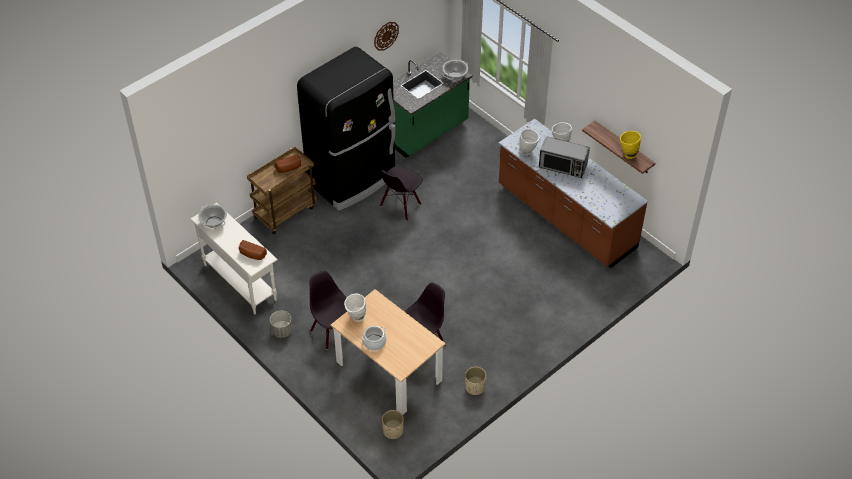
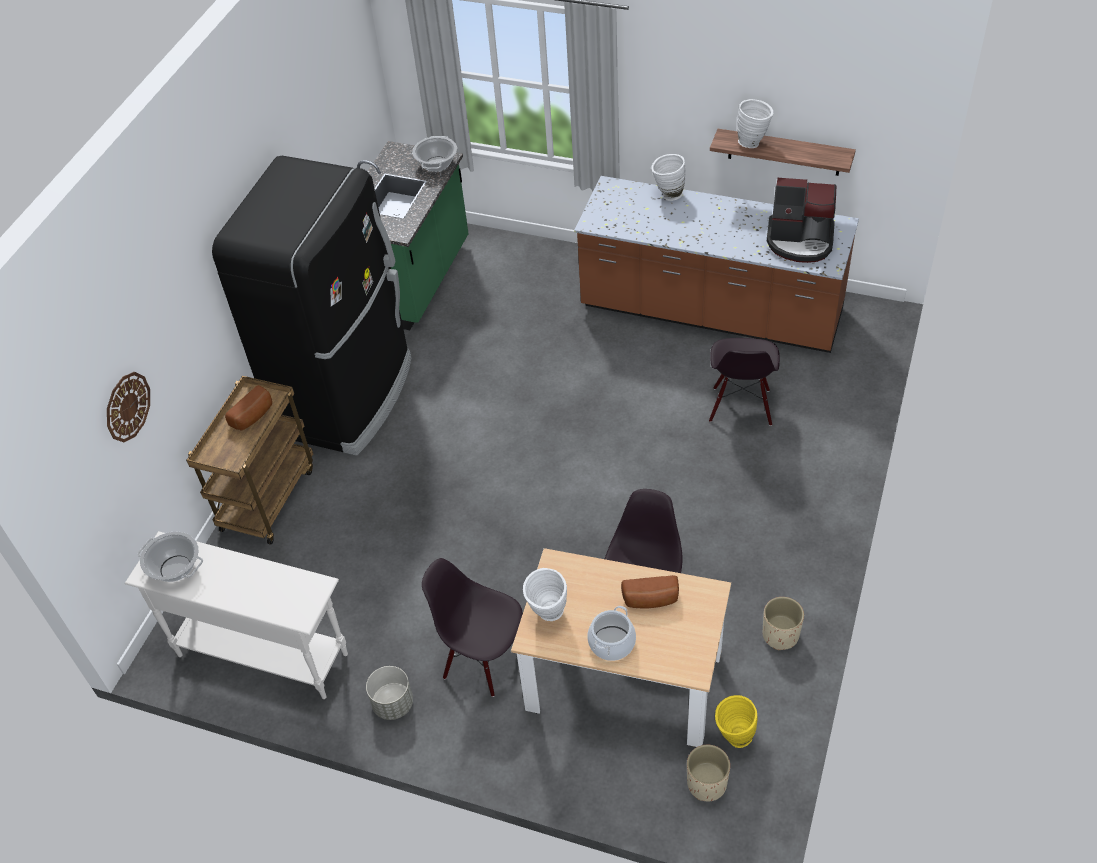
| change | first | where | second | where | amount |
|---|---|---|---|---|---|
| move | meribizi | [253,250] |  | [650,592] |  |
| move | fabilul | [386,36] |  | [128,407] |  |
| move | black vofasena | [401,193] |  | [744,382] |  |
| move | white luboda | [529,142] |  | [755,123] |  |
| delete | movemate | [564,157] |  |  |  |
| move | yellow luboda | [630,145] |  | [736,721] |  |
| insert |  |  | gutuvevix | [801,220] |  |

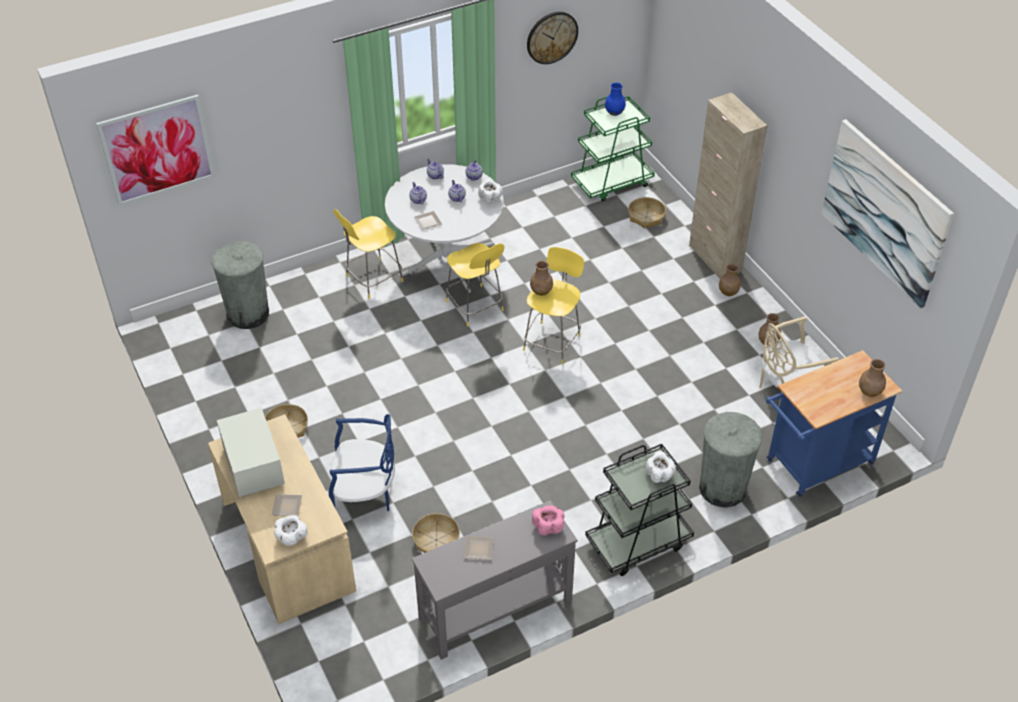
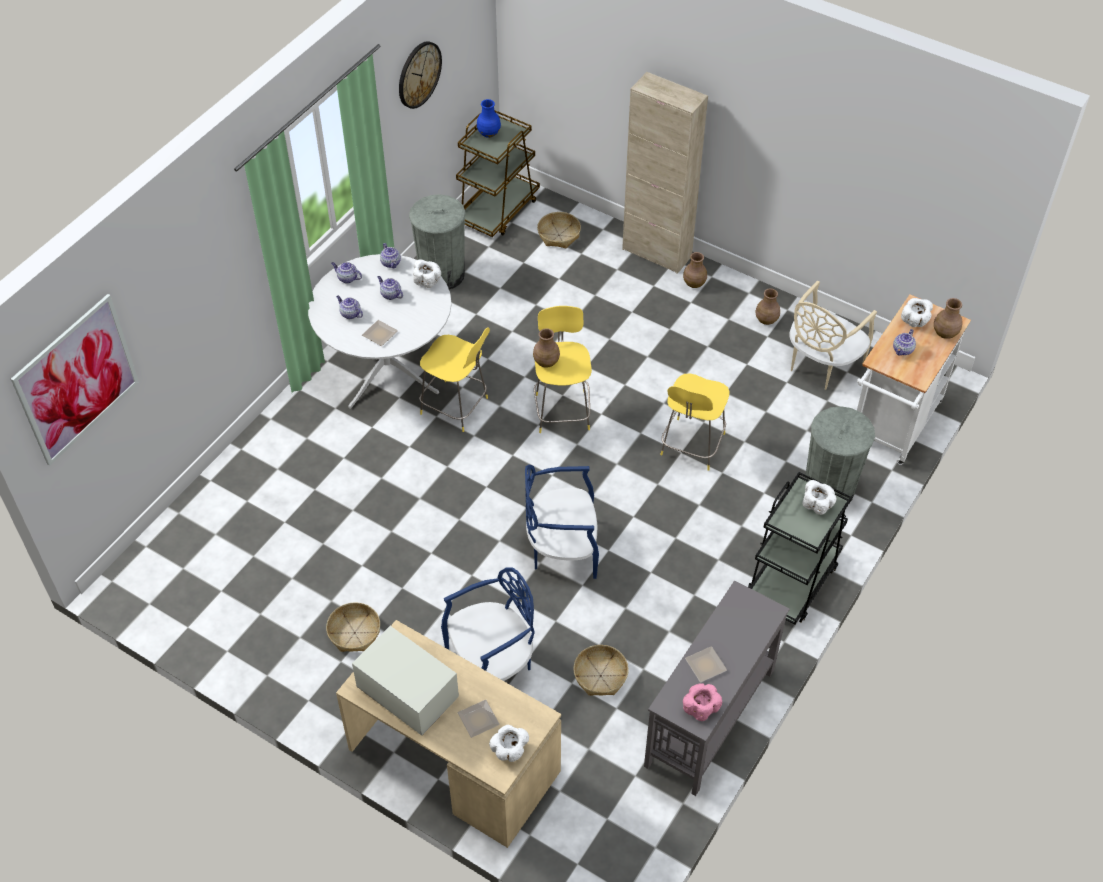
| change | first | where | second | where | amount |
|---|---|---|---|---|---|
| move | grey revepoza | [240,285] |  | [437,242] |  |
| move | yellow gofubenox | [368,254] |  | [695,422] |  |
| move | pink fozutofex | [548,520] |  | [702,702] |  |
| recolor | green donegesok | [613,148] | brown donegesok | [498,173] |  |
| recolor | blue donegesok | [834,423] | white donegesok | [914,380] |  |
| delete | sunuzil | [887,214] |  |  |  |
| insert |  |  | blue vofasena | [562,522] |  |
| insert |  |  | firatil | [904,342] |  |
| insert |  |  | white fozutofex | [917,312] |  |

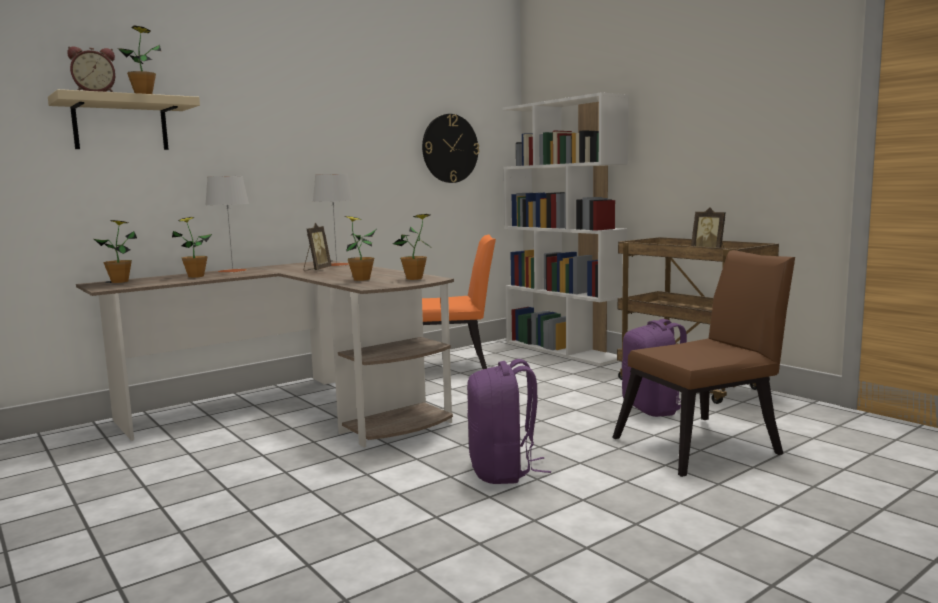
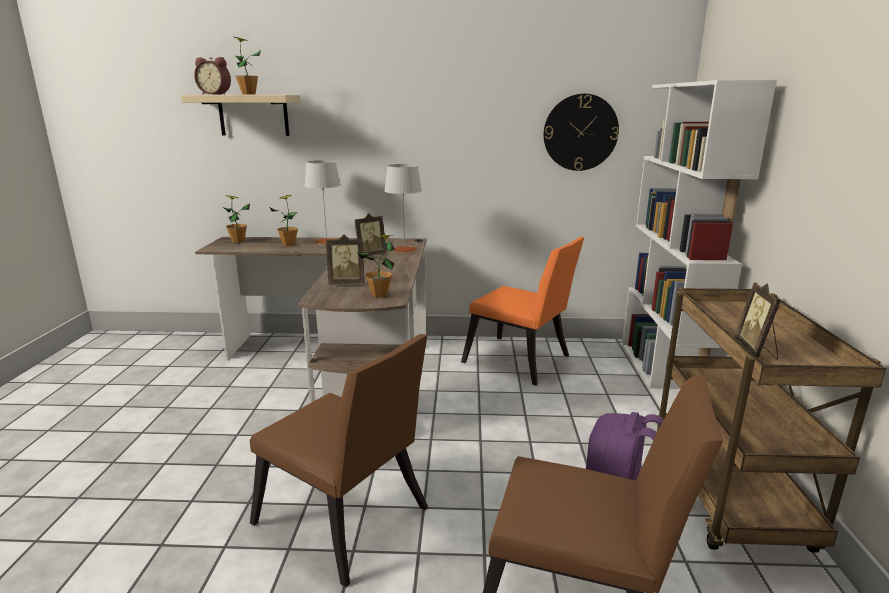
| change | first | where | second | where | amount |
|---|---|---|---|---|---|
| replace | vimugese | [360,248] | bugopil | [345,259] |  |
| replace | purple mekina | [509,421] | brown vofasena | [339,460] |  |

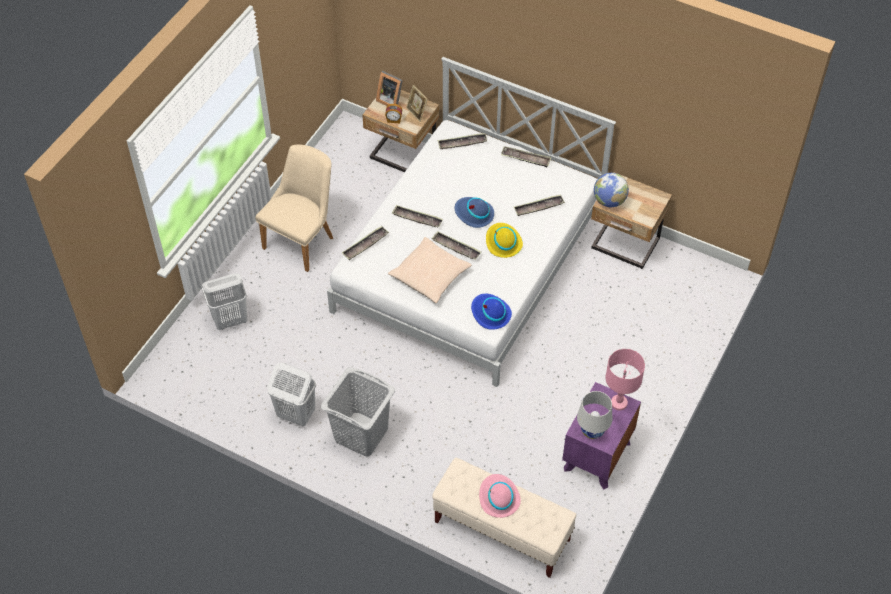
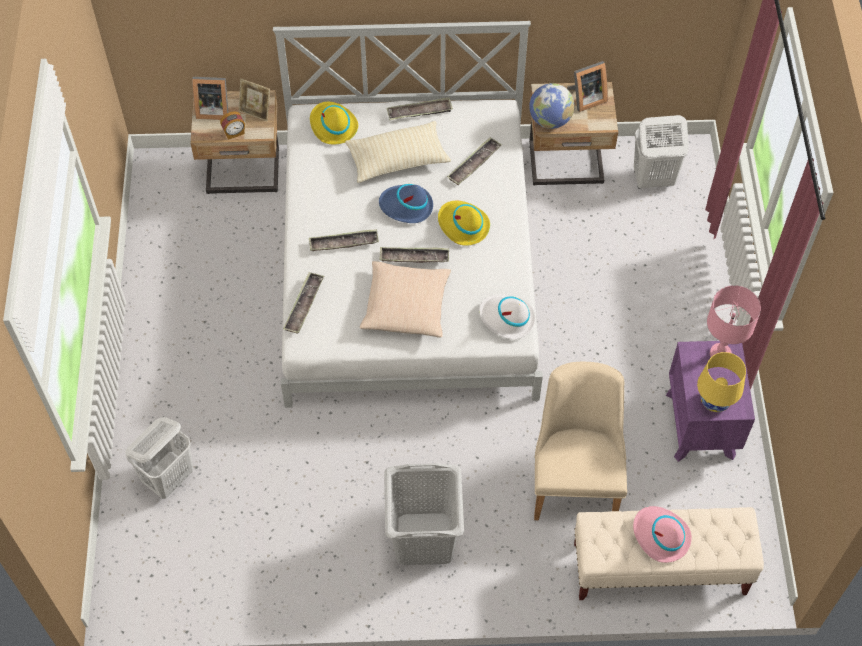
| change | first | where | second | where | amount |
|---|---|---|---|---|---|
| move | beige vofasena | [294,208] |  | [580,441] |  |
| move | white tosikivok | [291,395] |  | [661,152] |  |
| replace | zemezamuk | [462,141] | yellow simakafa | [334,123] |  |
| recolor | blue simakafa | [491,312] | white simakafa | [507,316] |  |
| recolor | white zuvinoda | [594,415] | yellow zuvinoda | [721,382] |  |
| insert |  |  | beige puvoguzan | [398,152] |  |
| insert |  |  | bugopil | [587,86] |  |

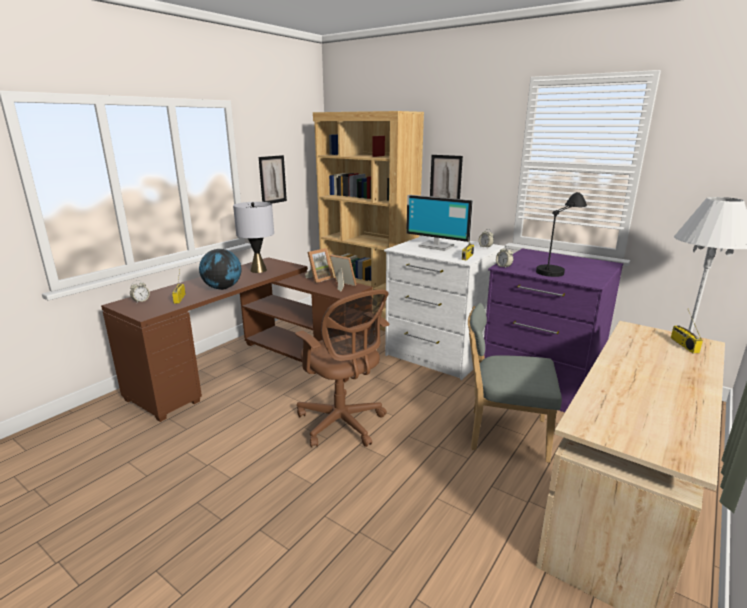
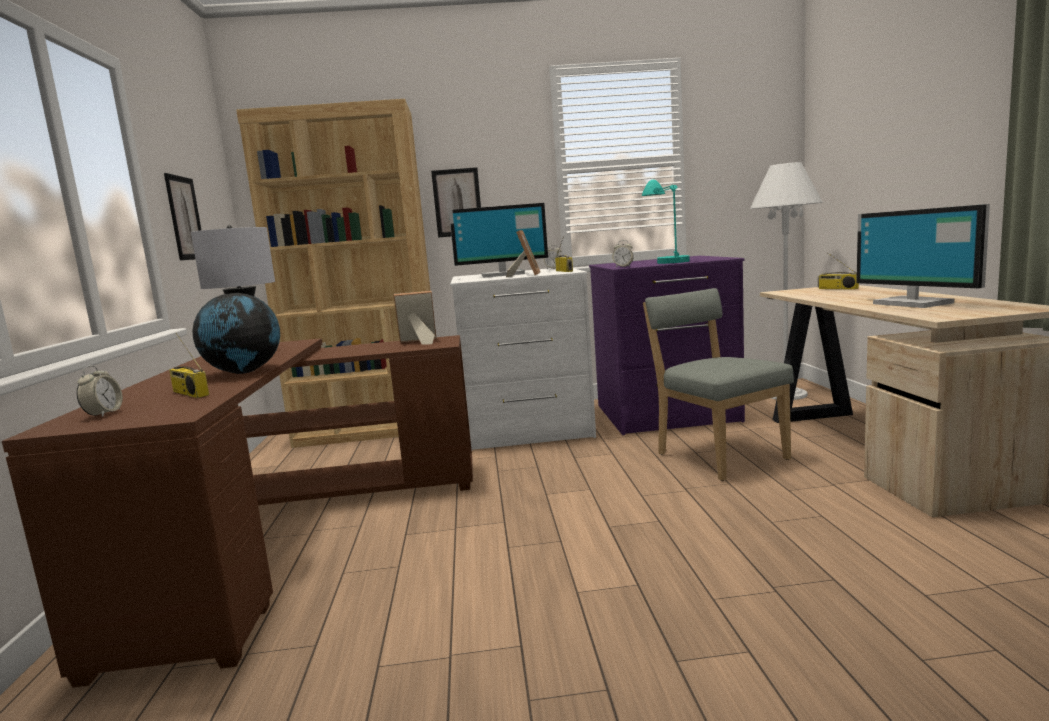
| change | first | where | second | where | amount |
|---|---|---|---|---|---|
| delete | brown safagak | [342,368] |  |  |  |
| move | bugopil | [319,265] |  | [523,253] |  |
| rotate | grey vofasena | [515,383] |  | [718,384] | 90 degrees clockwise |
| recolor | black zuvinoda | [561,234] | turquoise zuvinoda | [666,222] |  |
| insert |  |  | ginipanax | [923,256] |  |

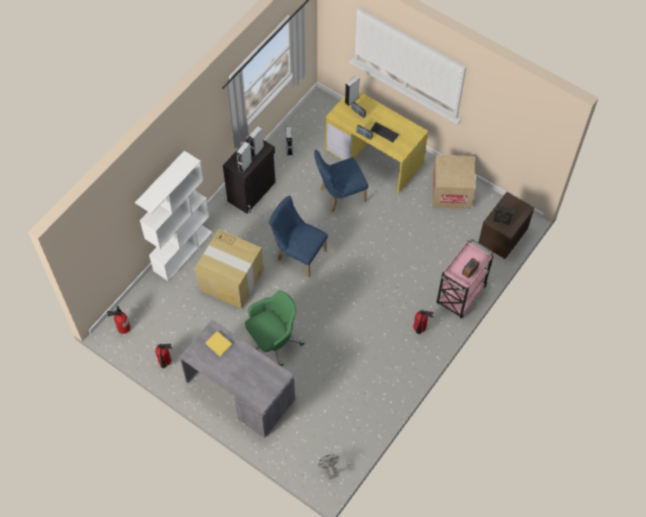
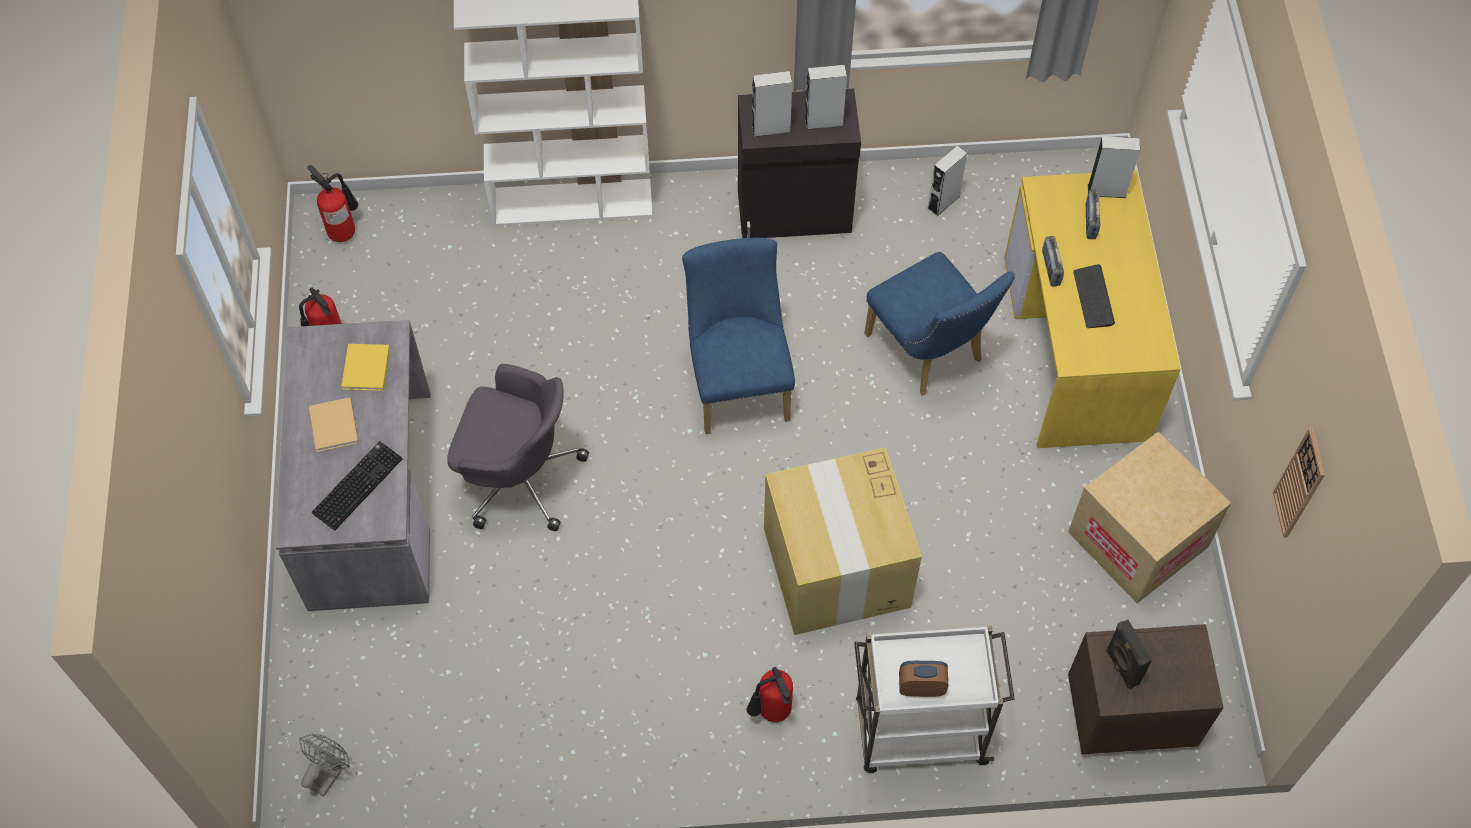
| change | first | where | second | where | amount |
|---|---|---|---|---|---|
| move | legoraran | [229,269] |  | [843,541] |  |
| recolor | green safagak | [274,328] | grey safagak | [518,447] |  |
| rotate | blue vofasena | [341,181] |  | [939,324] | 150 degrees counterclockwise |
| recolor | pink donegesok | [465,279] | white donegesok | [934,699] |  |
| insert |  |  | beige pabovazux | [334,424] |  |
| insert |  |  | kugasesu | [357,485] |  |
| insert |  |  | fabilul | [1299,483] |  |

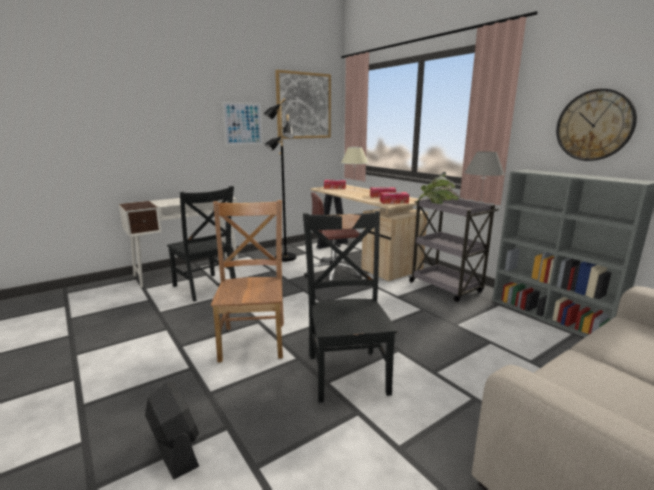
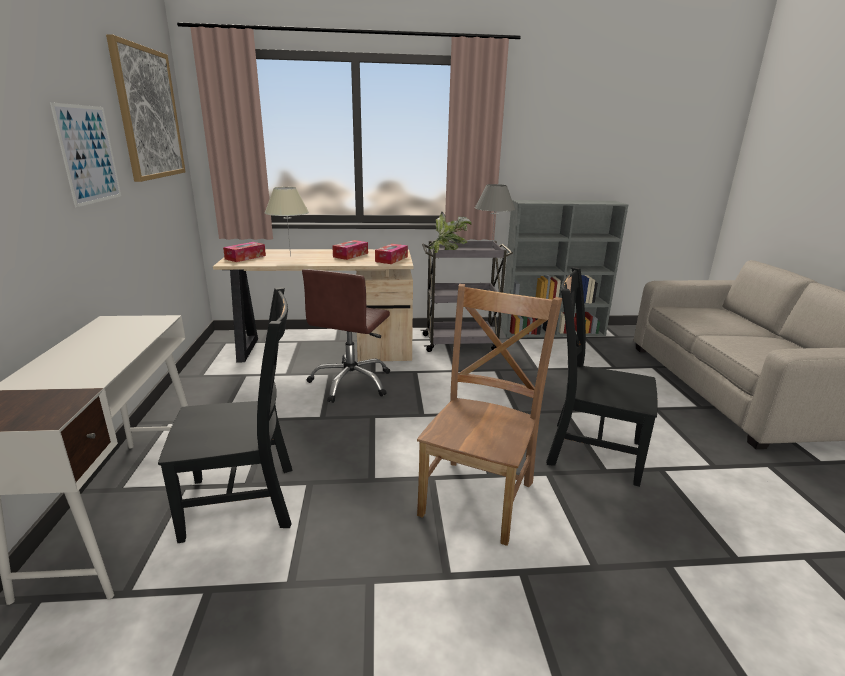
| change | first | where | second | where | amount |
|---|---|---|---|---|---|
| delete | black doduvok | [172,430] |  |  |  |
| rotate | brown vofasena | [247,281] |  | [489,415] | 90 degrees clockwise |
| delete | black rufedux | [279,180] |  |  |  |
| delete | fabilul | [596,125] |  |  |  |

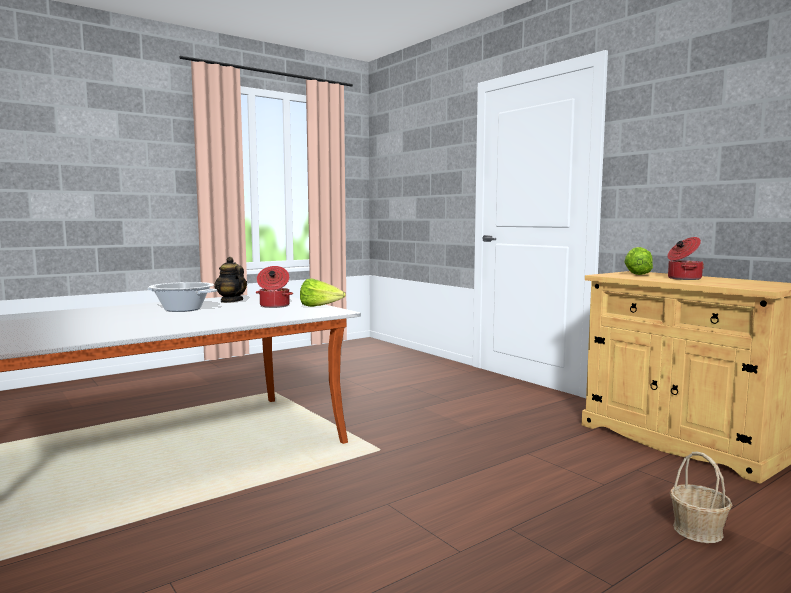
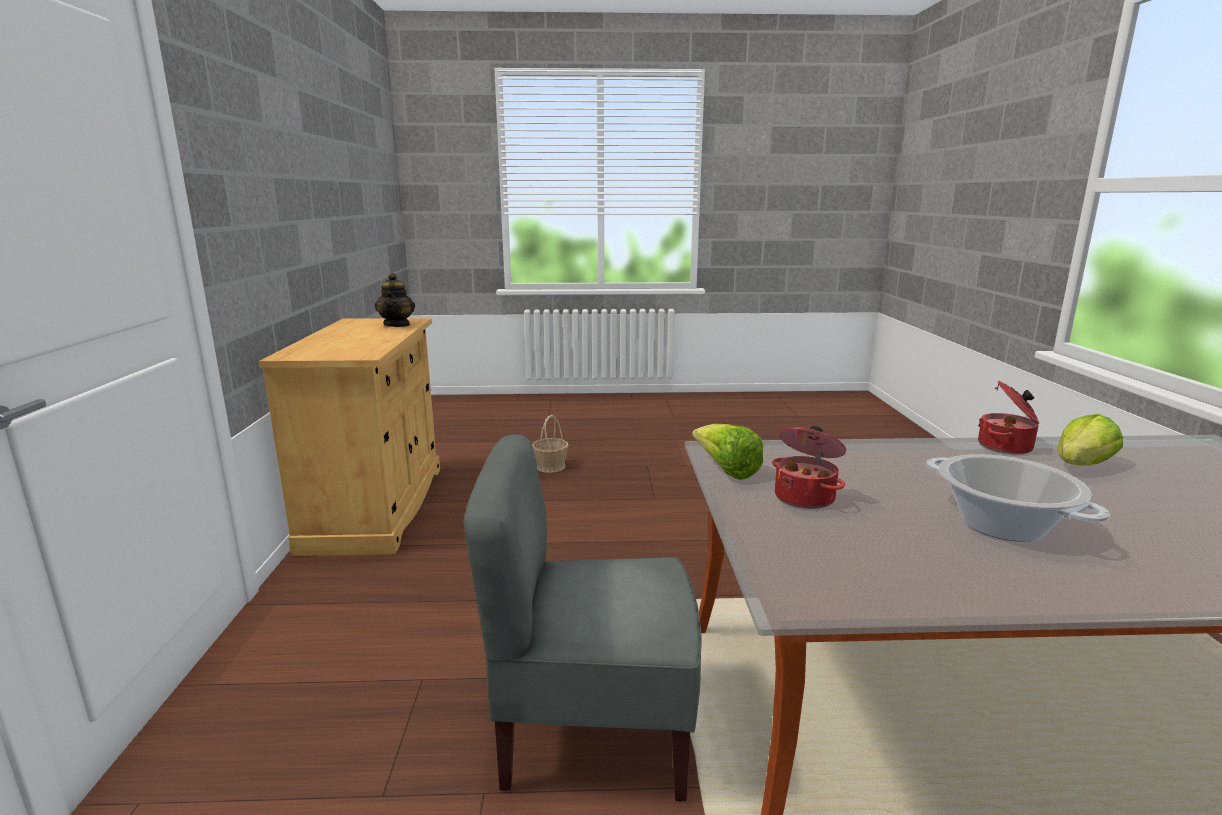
| change | first | where | second | where | amount |
|---|---|---|---|---|---|
| move | firatil | [230,280] |  | [395,300] |  |
| move | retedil | [638,261] |  | [1090,440] |  |
| move | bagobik | [685,258] |  | [1008,417] |  |
| insert |  |  | grey vofasena | [582,618] |  |

